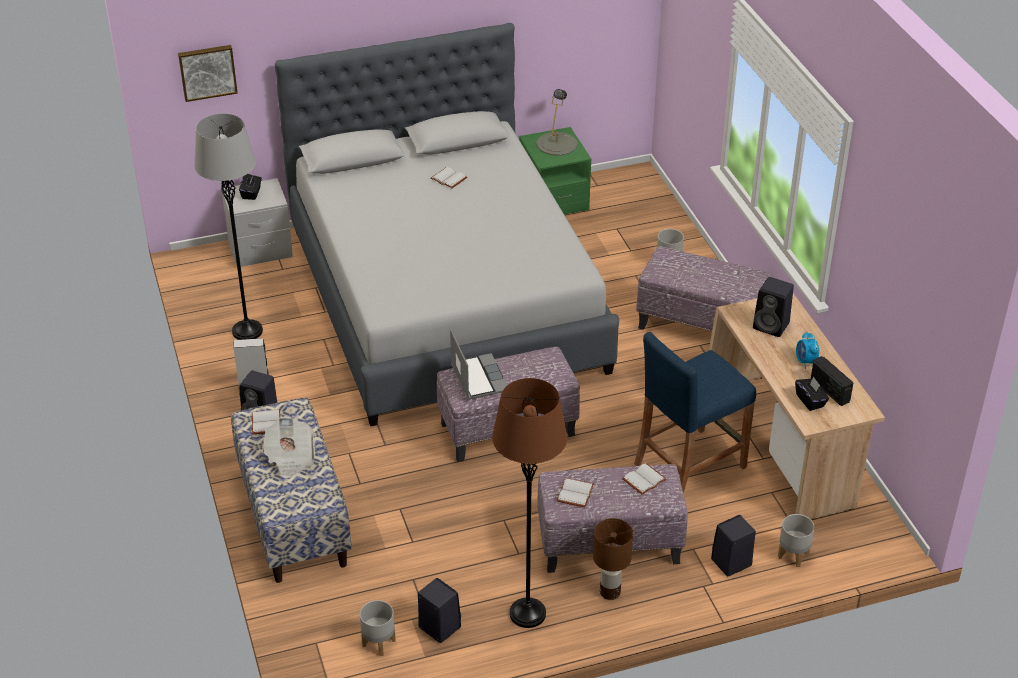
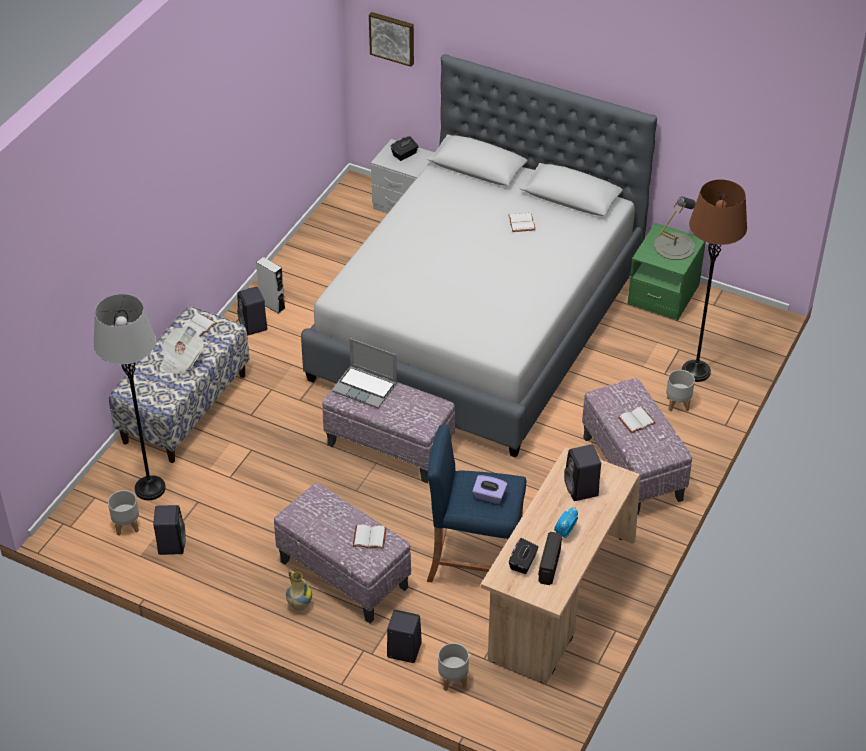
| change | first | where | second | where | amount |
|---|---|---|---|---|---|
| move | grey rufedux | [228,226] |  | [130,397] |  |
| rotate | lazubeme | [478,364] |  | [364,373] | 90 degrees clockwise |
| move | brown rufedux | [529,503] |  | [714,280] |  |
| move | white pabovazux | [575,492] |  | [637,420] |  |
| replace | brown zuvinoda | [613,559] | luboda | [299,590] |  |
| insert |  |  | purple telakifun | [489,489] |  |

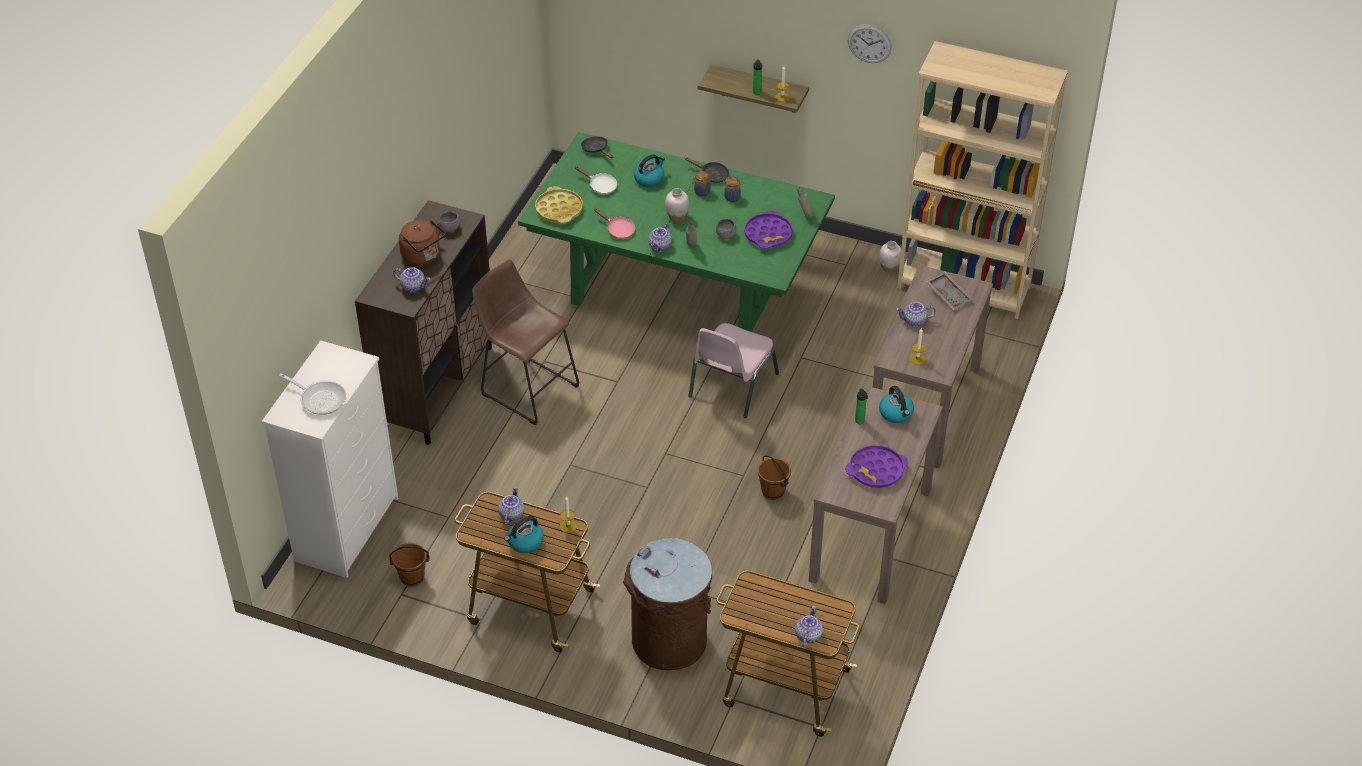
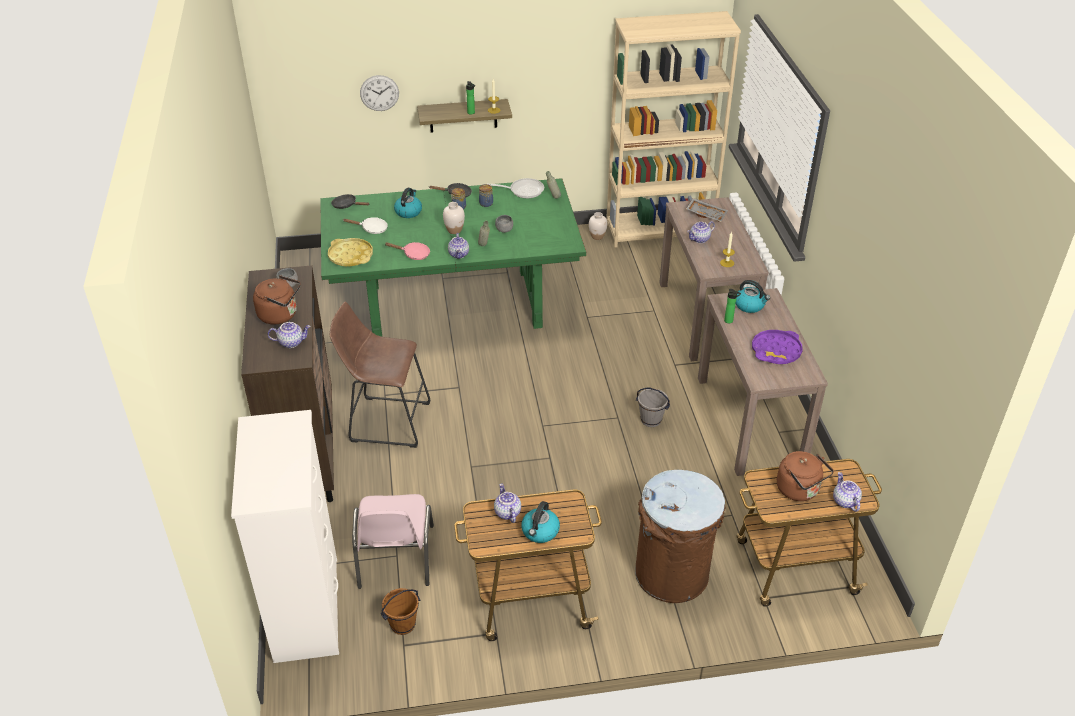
| change | first | where | second | where | amount |
|---|---|---|---|---|---|
| move | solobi | [313,394] |  | [516,188] |  |
| delete | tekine | [568,514] |  |  |  |
| move | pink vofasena | [733,370] |  | [393,541] |  |
| delete | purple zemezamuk | [768,229] |  |  |  |
| recolor | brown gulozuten | [774,477] | grey gulozuten | [653,407] |  |
| move | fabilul | [870,43] |  | [379,93] |  |
| insert |  |  | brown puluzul | [805,476] |  |

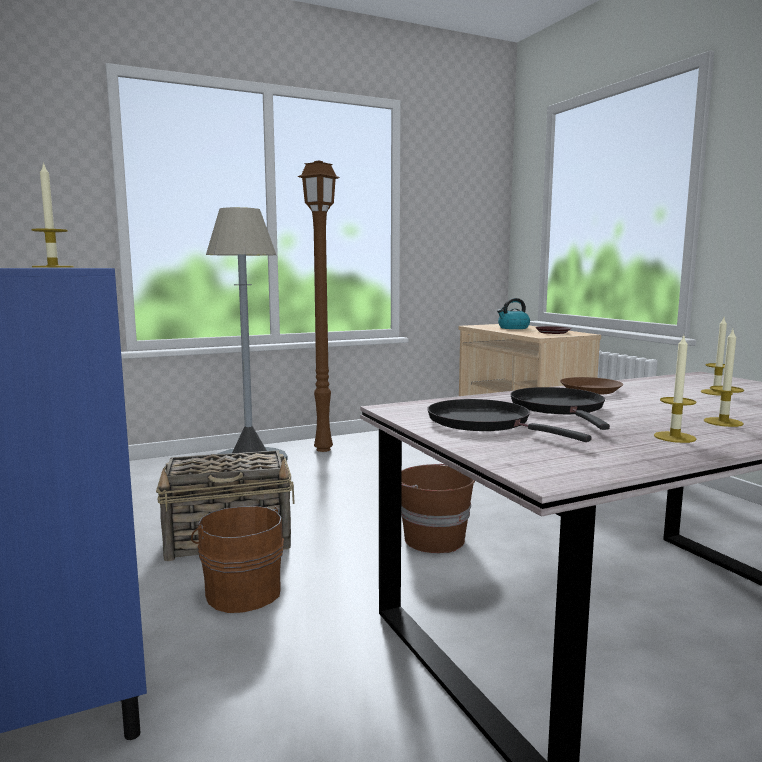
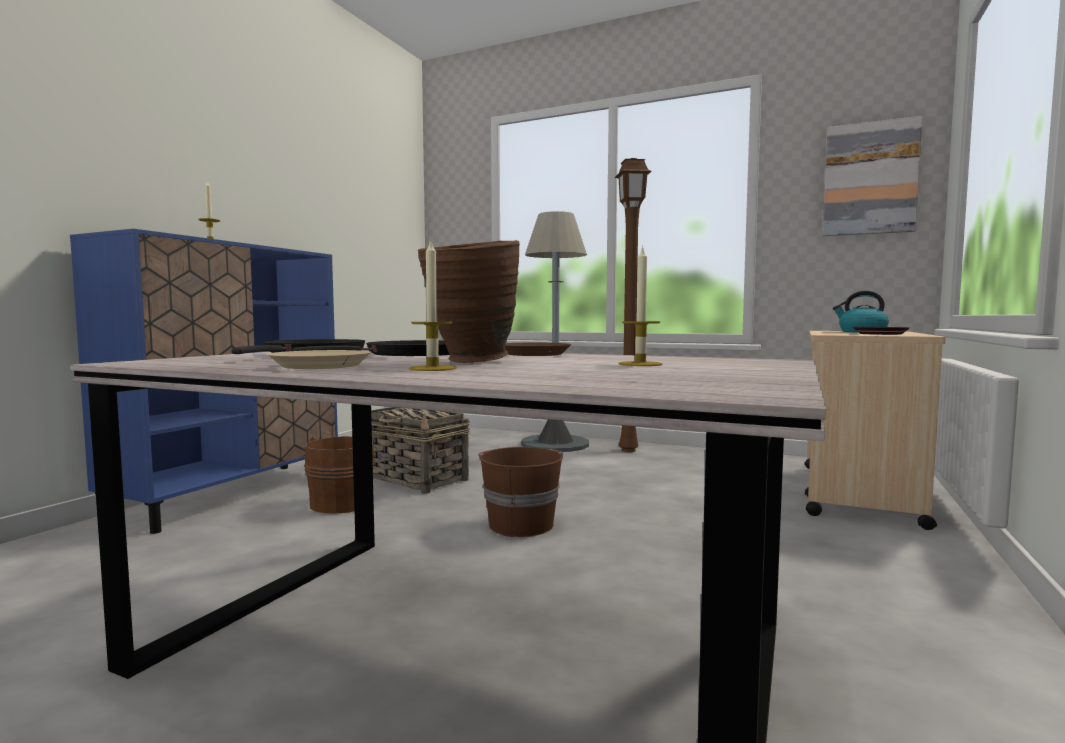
| change | first | where | second | where | amount |
|---|---|---|---|---|---|
| replace | tekine | [675,389] | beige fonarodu | [319,359] |  |
| insert |  |  | brown luboda | [469,301] |  |
| insert |  |  | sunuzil | [872,176] |  |

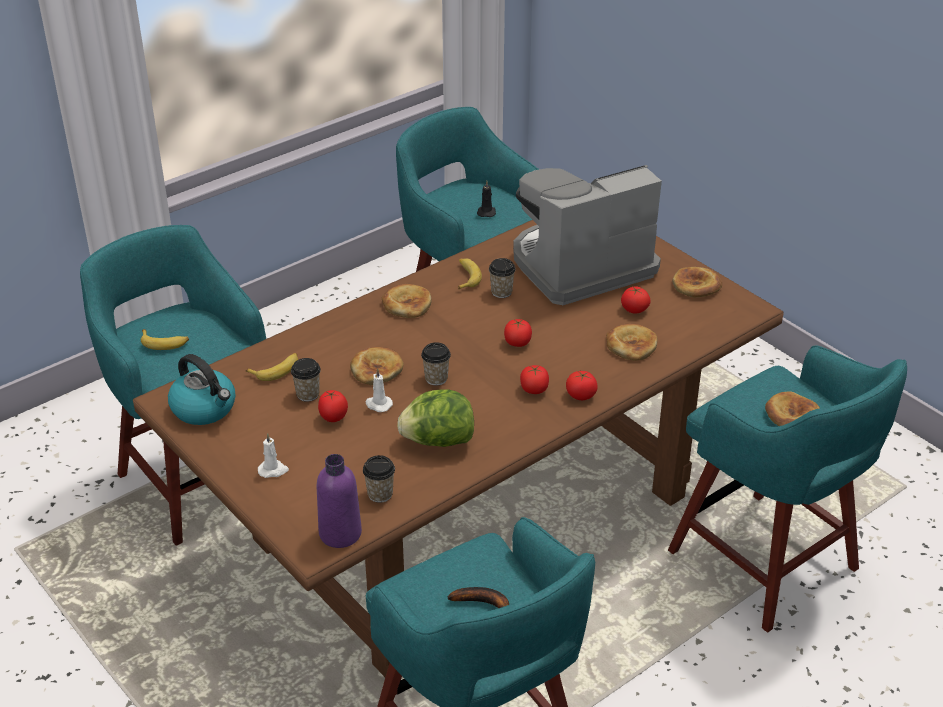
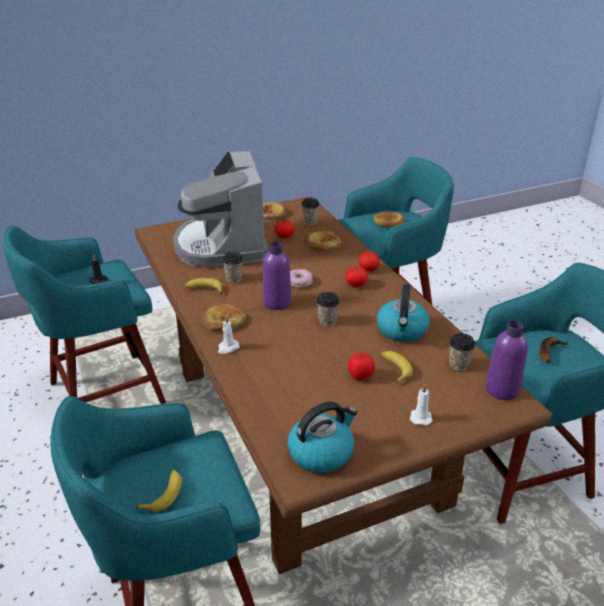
| change | first | where | second | where | amount |
|---|---|---|---|---|---|
| move | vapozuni | [271,367] |  | [397,367] |  |
| move | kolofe | [306,380] |  | [310,211] |  |
| delete | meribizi | [377,366] |  |  |  |
| move | white tekine | [379,390] |  | [229,335] |  |
| replace | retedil | [435,418] | puluzul | [403,313] |  |
| replace | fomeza | [518,333] | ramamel | [301,278] |  |
| insert |  |  | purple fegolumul | [277,275] |  |

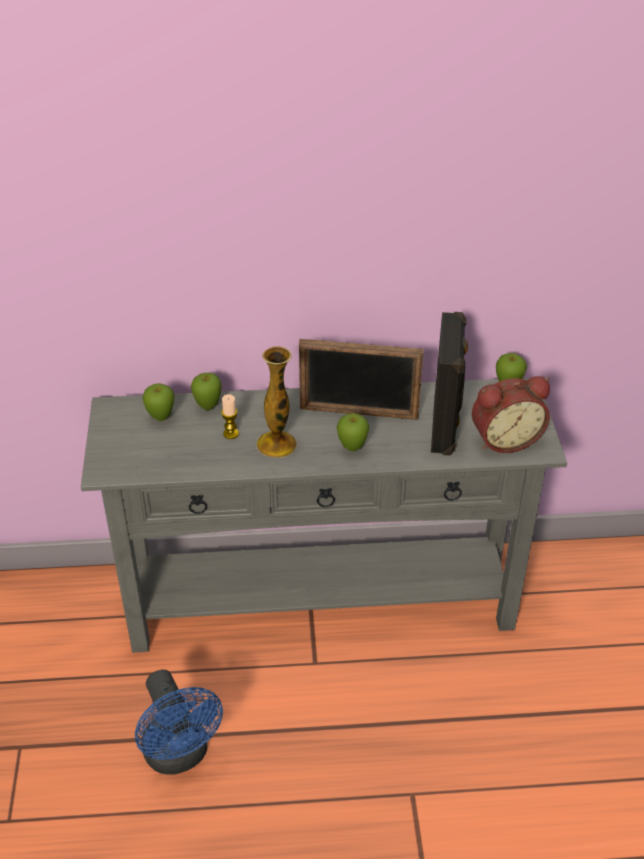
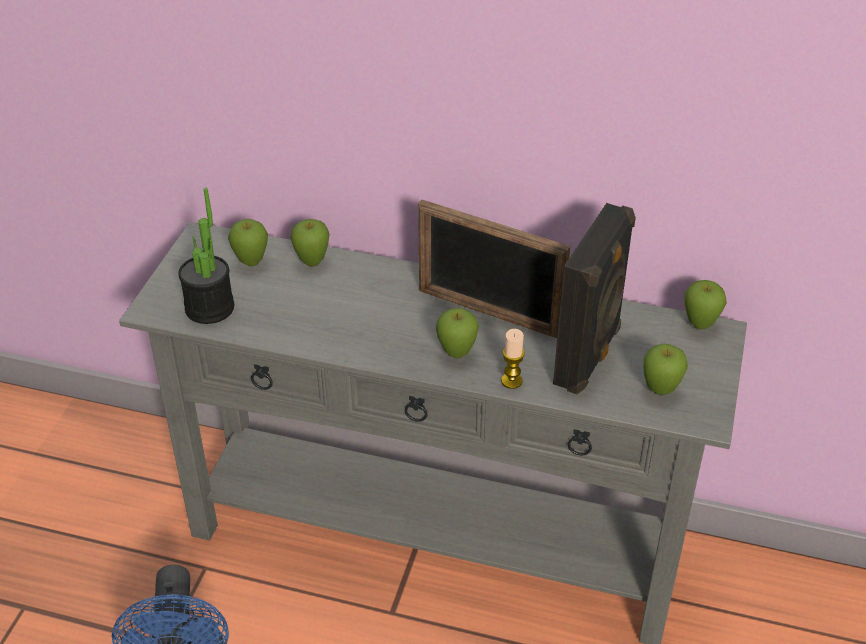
| change | first | where | second | where | amount |
|---|---|---|---|---|---|
| move | tekine | [230,416] |  | [513,359] |  |
| delete | luboda | [277,402] |  |  |  |
| replace | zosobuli | [511,414] | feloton | [665,369] |  |
| insert |  |  | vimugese | [206,256] |  |

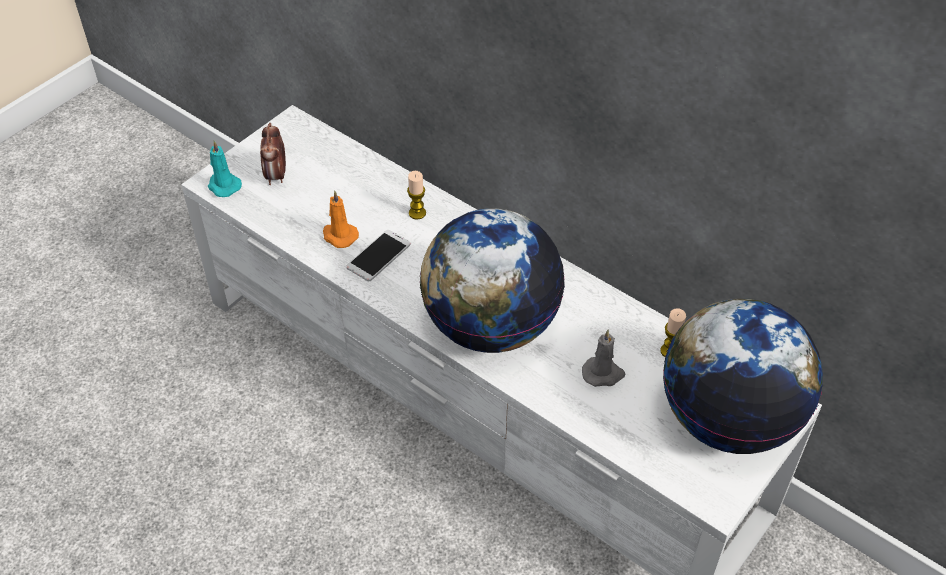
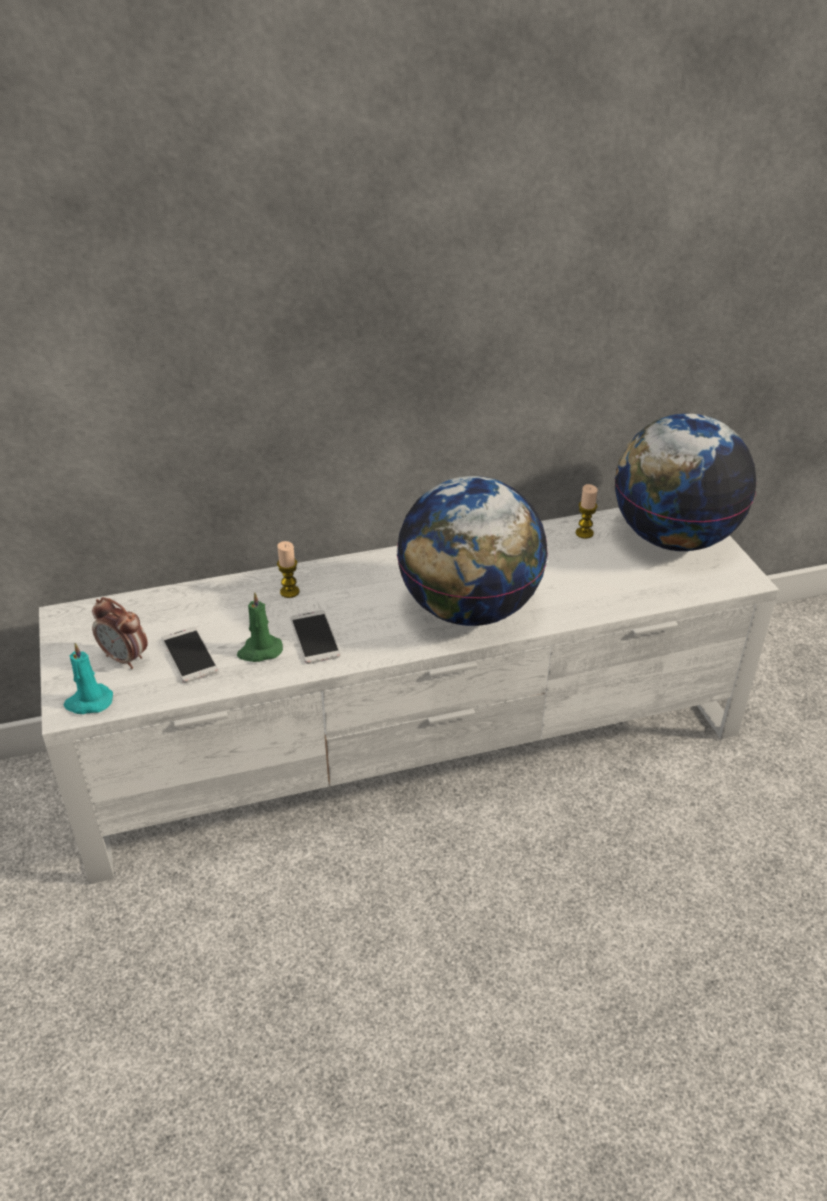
| change | first | where | second | where | amount |
|---|---|---|---|---|---|
| recolor | orange tekine | [341,219] | green tekine | [260,627] |  |
| delete | grey tekine | [604,358] |  |  |  |
| insert |  |  | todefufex | [190,655] |  |

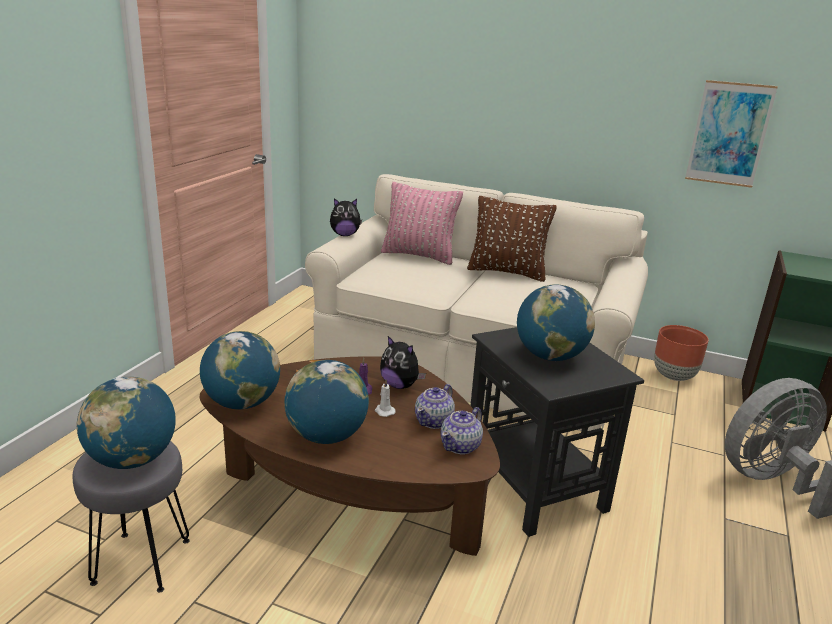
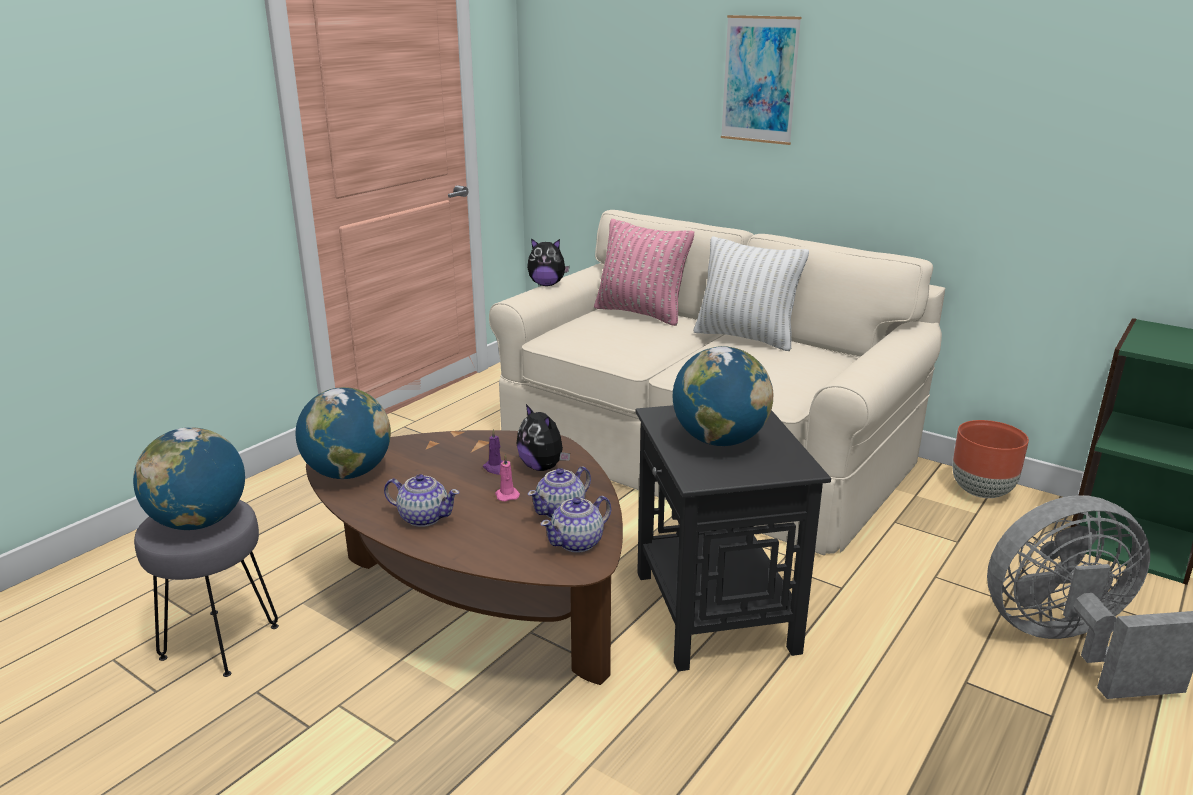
| change | first | where | second | where | amount |
|---|---|---|---|---|---|
| replace | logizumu | [326,402] | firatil | [422,500] |  |
| recolor | white tekine | [385,398] | pink tekine | [507,478] |  |
| recolor | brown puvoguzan | [512,239] | white puvoguzan | [751,294] |  |
| move | sunuzil | [731,134] |  | [761,80] |  |

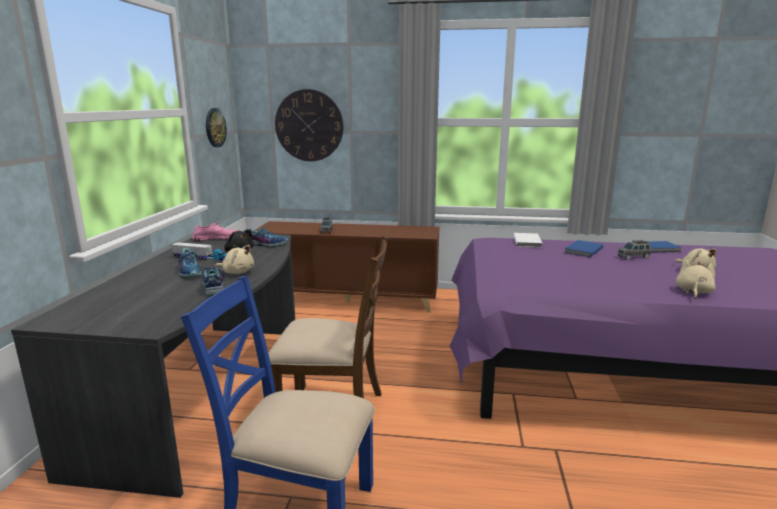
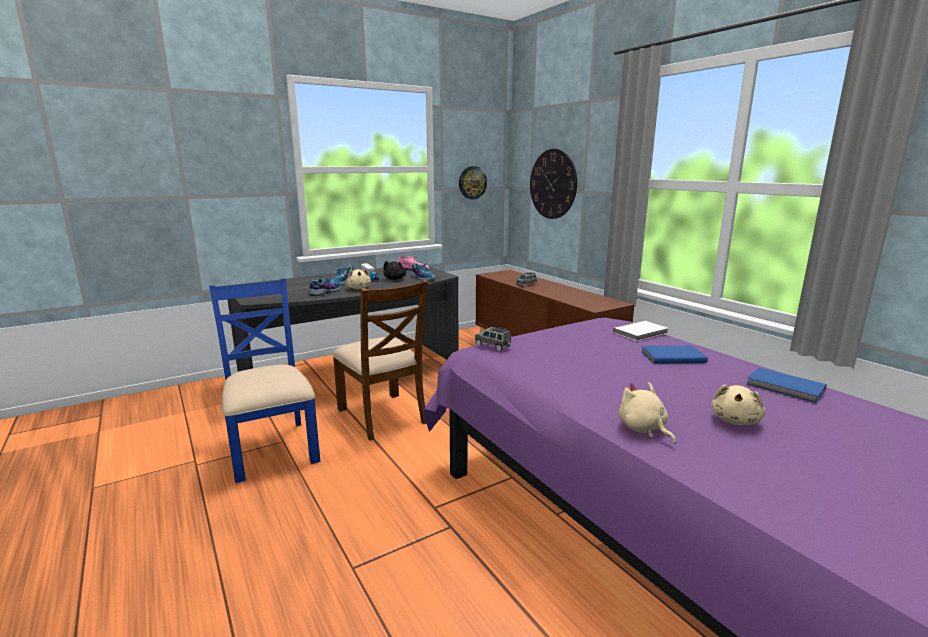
| change | first | where | second | where | amount |
|---|---|---|---|---|---|
| move | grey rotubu | [634,250] |  | [493,339] |  |
| rotate | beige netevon | [695,279] |  | [647,413] | 105 degrees counterclockwise |

